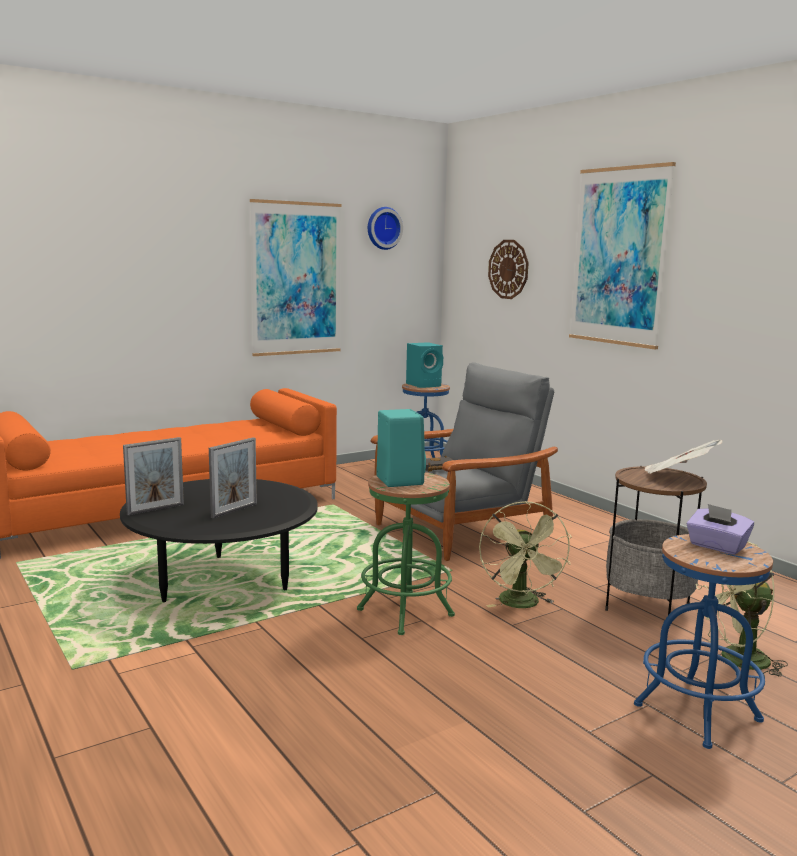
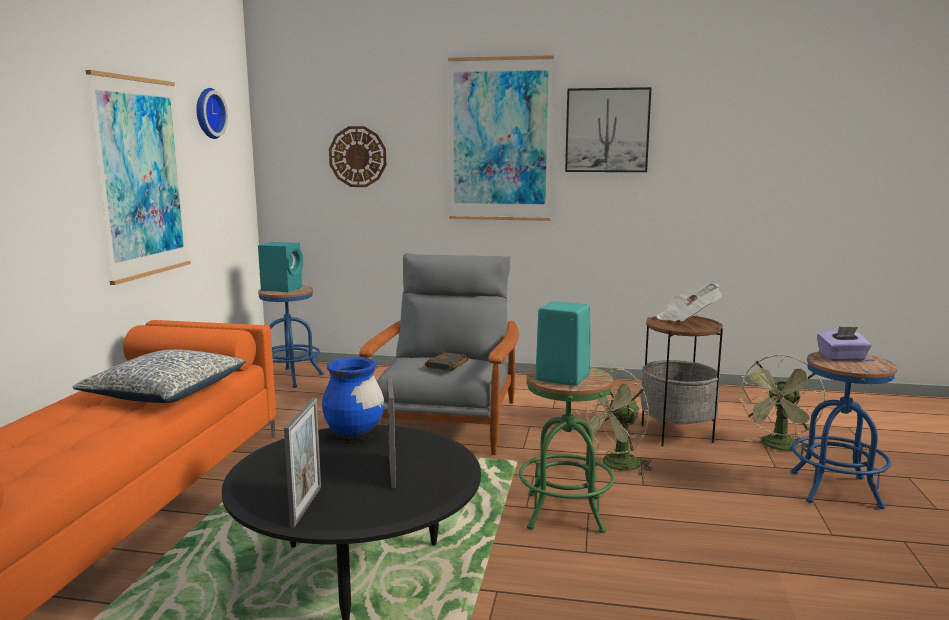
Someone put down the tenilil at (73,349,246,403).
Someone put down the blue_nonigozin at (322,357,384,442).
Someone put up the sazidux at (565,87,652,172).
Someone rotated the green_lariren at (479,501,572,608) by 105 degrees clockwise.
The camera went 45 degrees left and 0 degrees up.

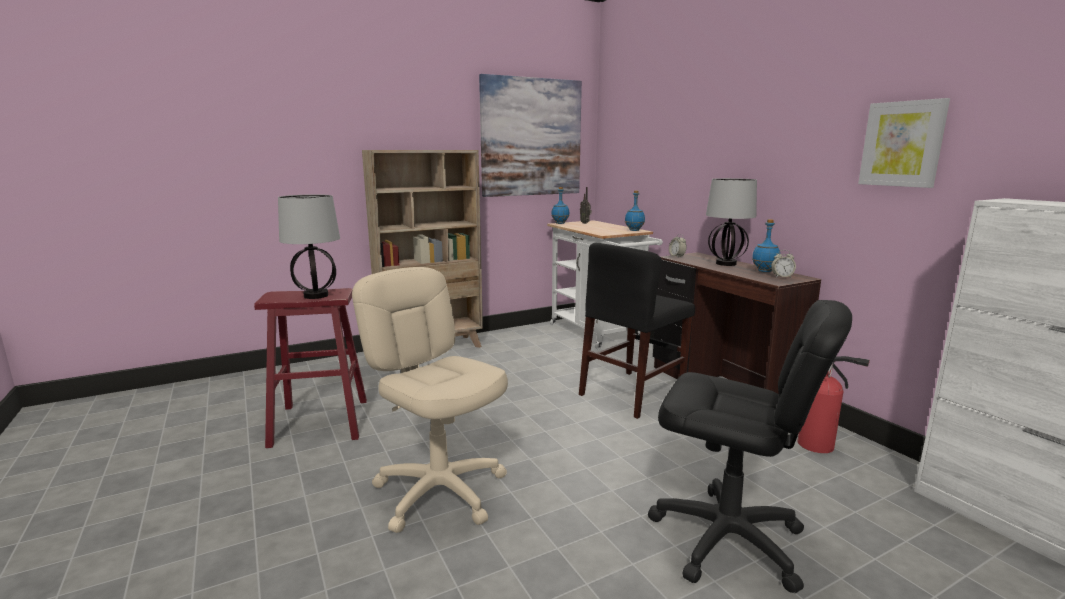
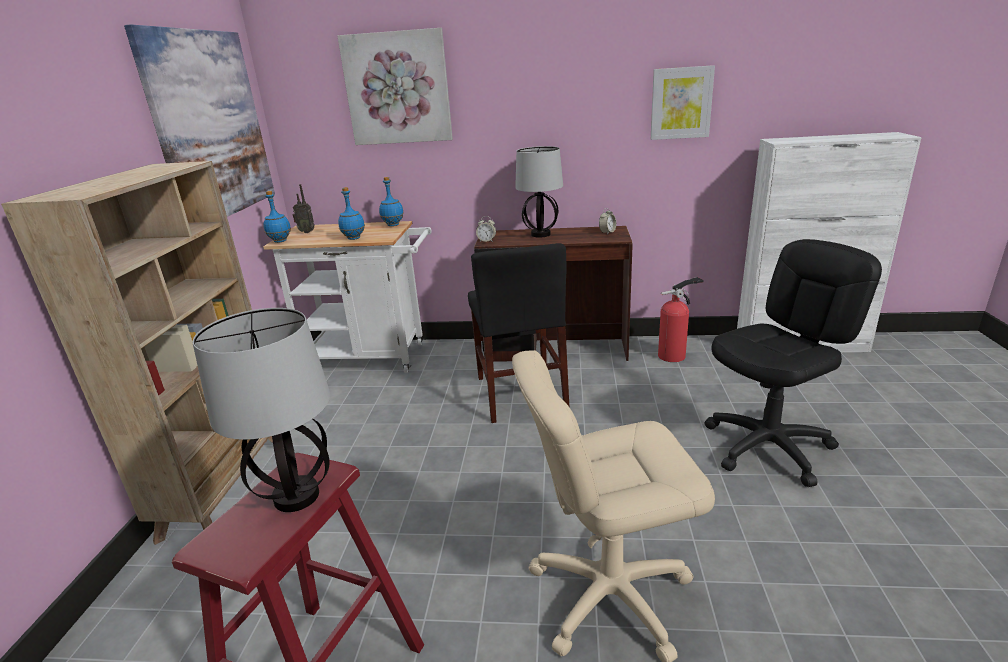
Someone put up the sazidux at (337,28,453,145).
Someone carried the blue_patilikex from (752,219,780,272) to (338,187,365,240).
The camera went 55 degrees left and 10 degrees up.

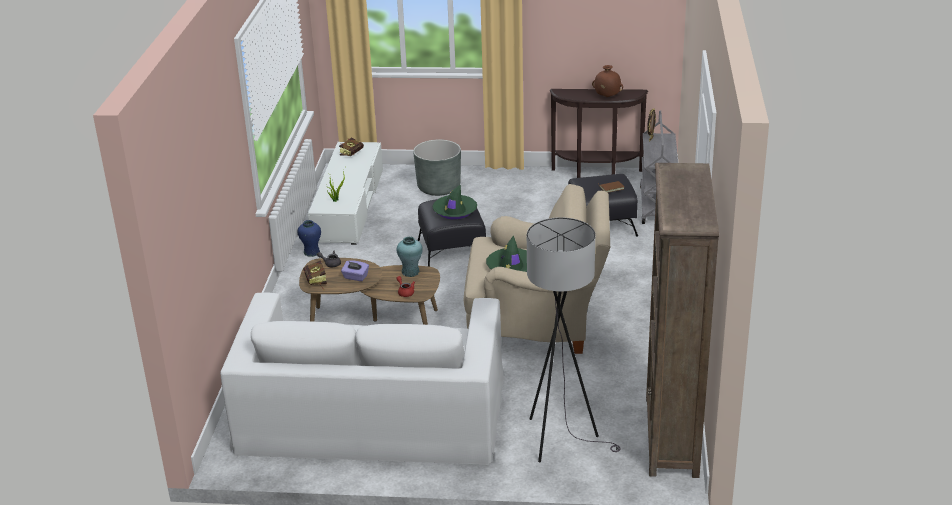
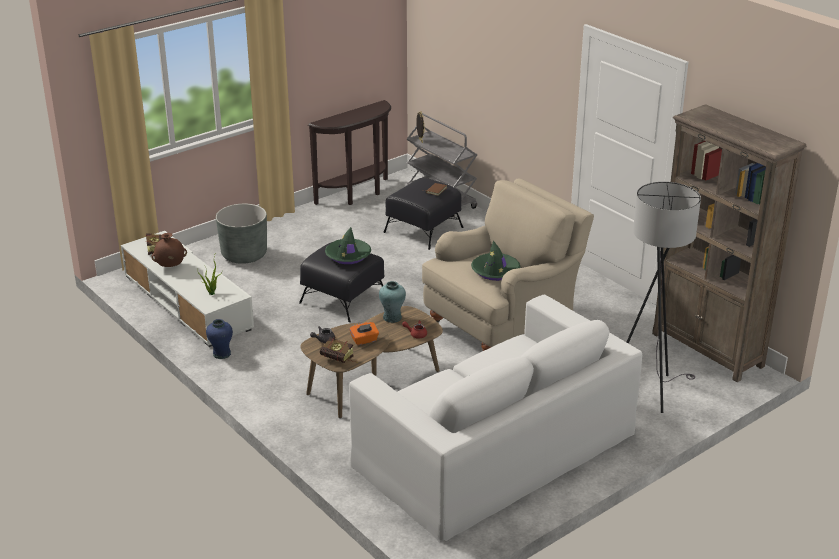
Someone carried the brown_nonigozin from (592,65,623,97) to (152,233,187,267).
Someone repainted the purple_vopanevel at (341,260,369,281), which became the orange_vopanevel at (349,322,379,345).
The camera went 45 degrees left and 0 degrees up.

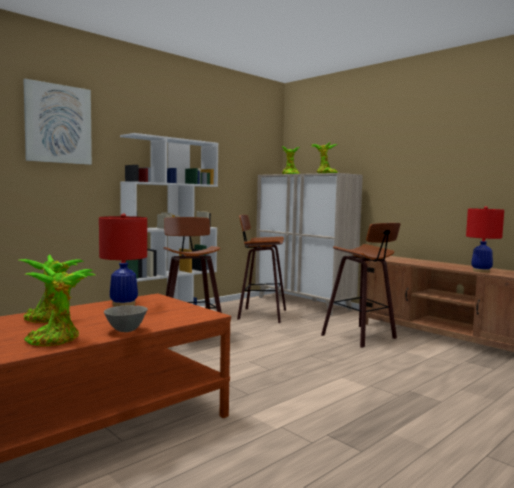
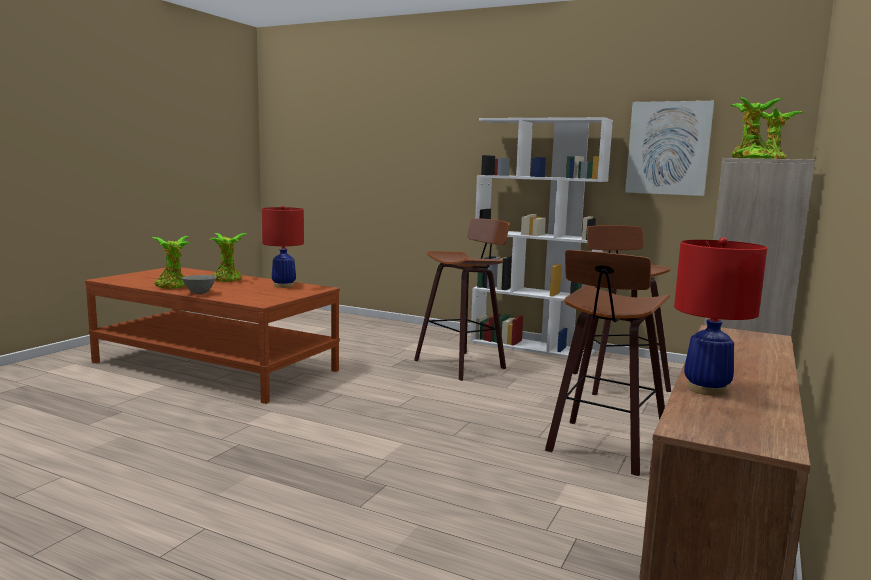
Someone carried the sazidux from (23,79,92,165) to (625,101,714,196).
The camera went 70 degrees right and 5 degrees up.

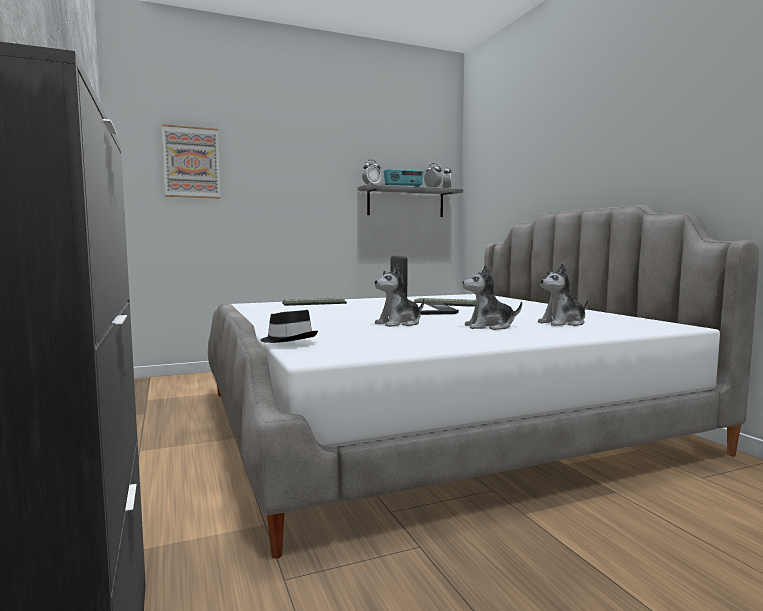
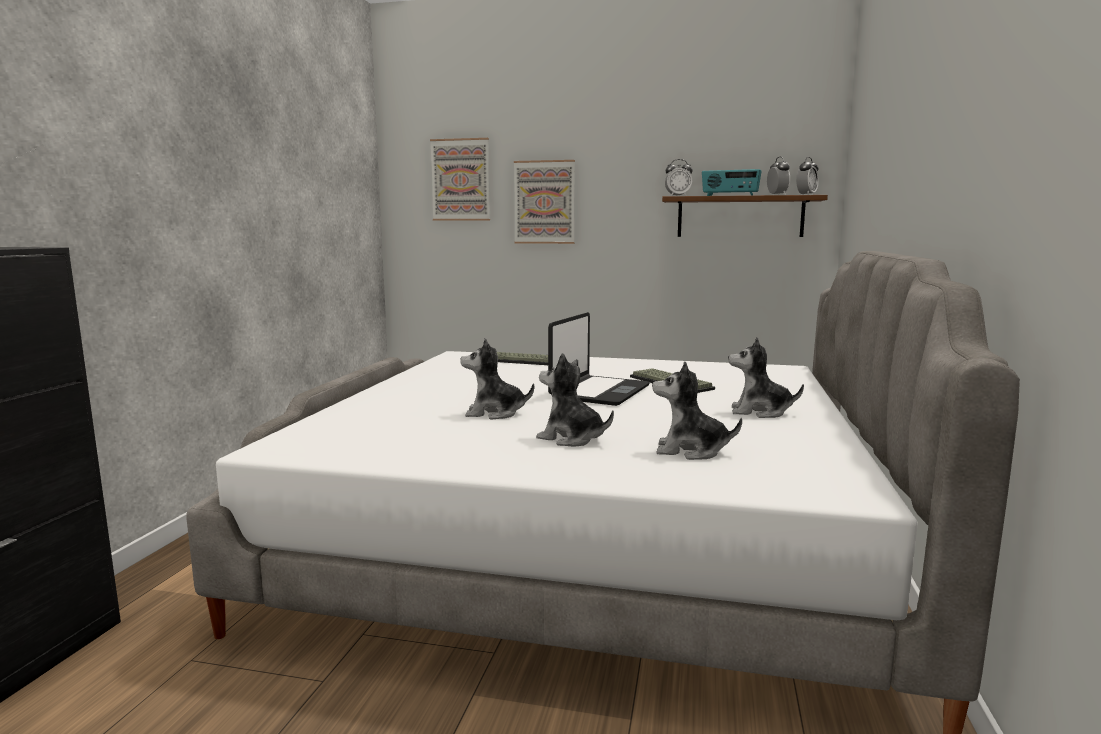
Someone took away the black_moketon at (260,310,318,343).
Someone put up the sazidux at (514,160,575,244).
Someone put down the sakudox at (728,338,804,418).
Someone repainted the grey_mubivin at (358,184,463,217), which became the brown_mubivin at (662,195,828,237).
The camera went 35 degrees right and 5 degrees up.

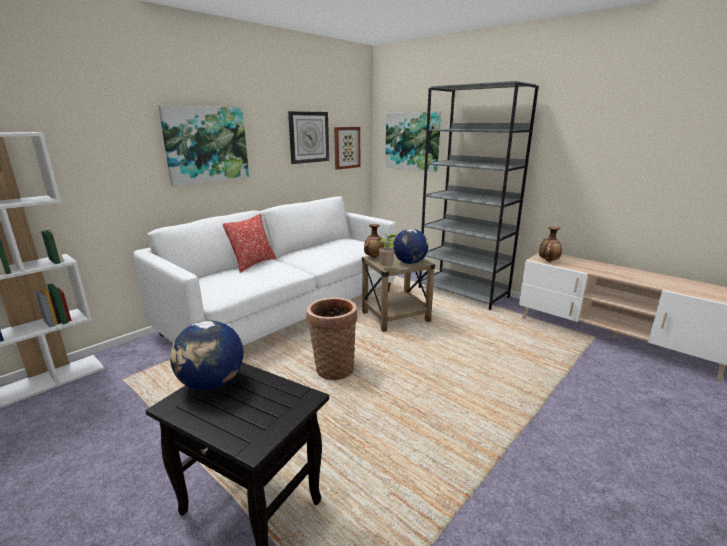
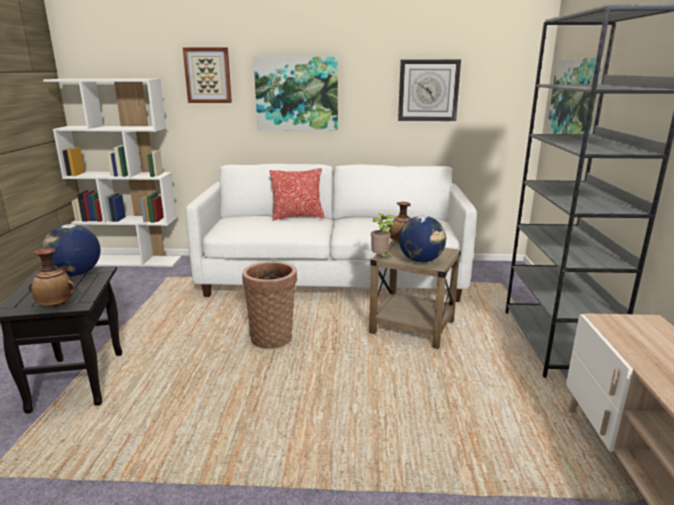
Someone carried the sazidux from (334,127,360,170) to (183,47,232,103).
Someone carried the nonigozin from (539,227,562,262) to (29,248,76,307).
The camera went 50 degrees right and 0 degrees up.

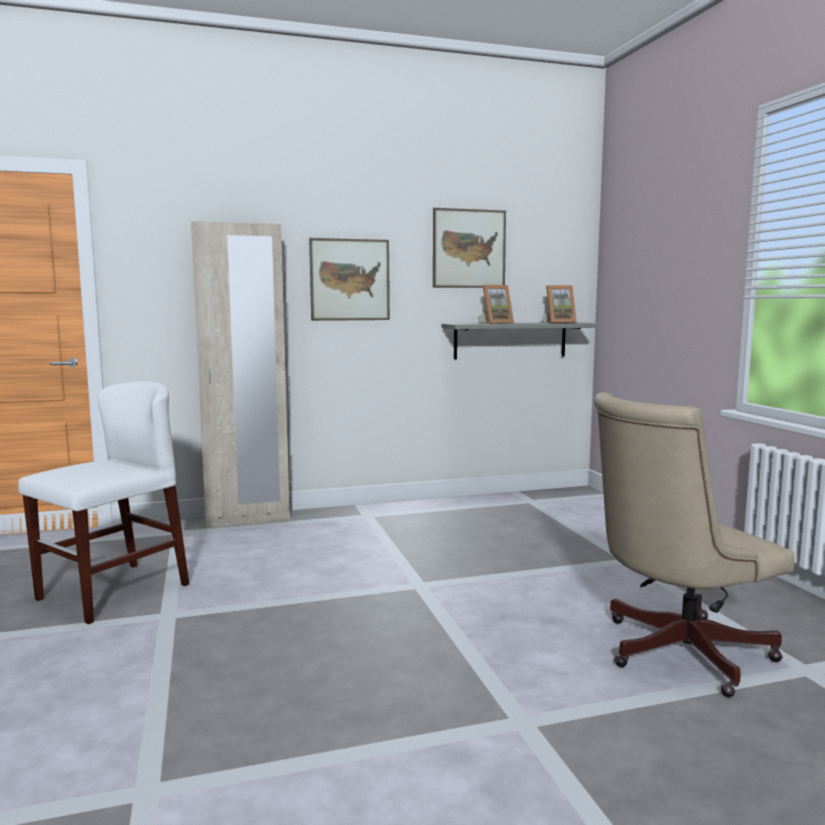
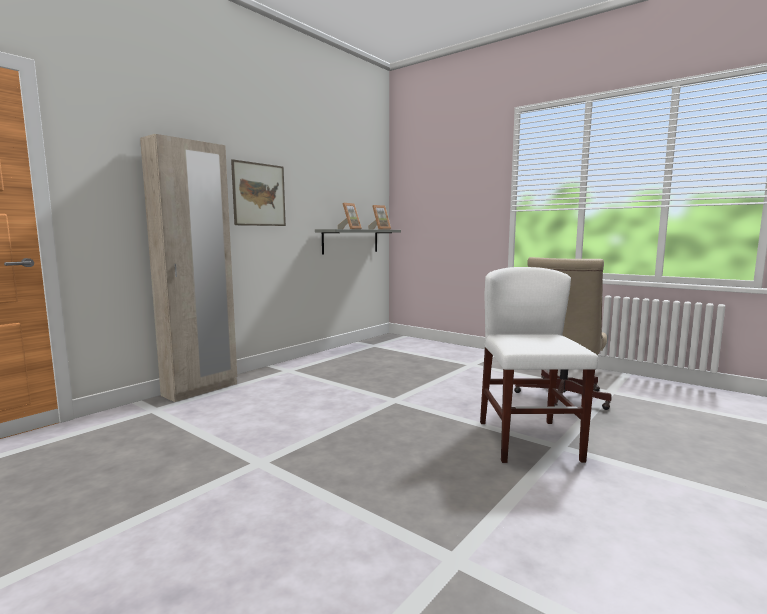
Someone took away the sazidux at (433,208,506,288).
Someone carried the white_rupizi from (18,381,189,624) to (480,267,598,463).
The camera went 35 degrees left and 0 degrees up.

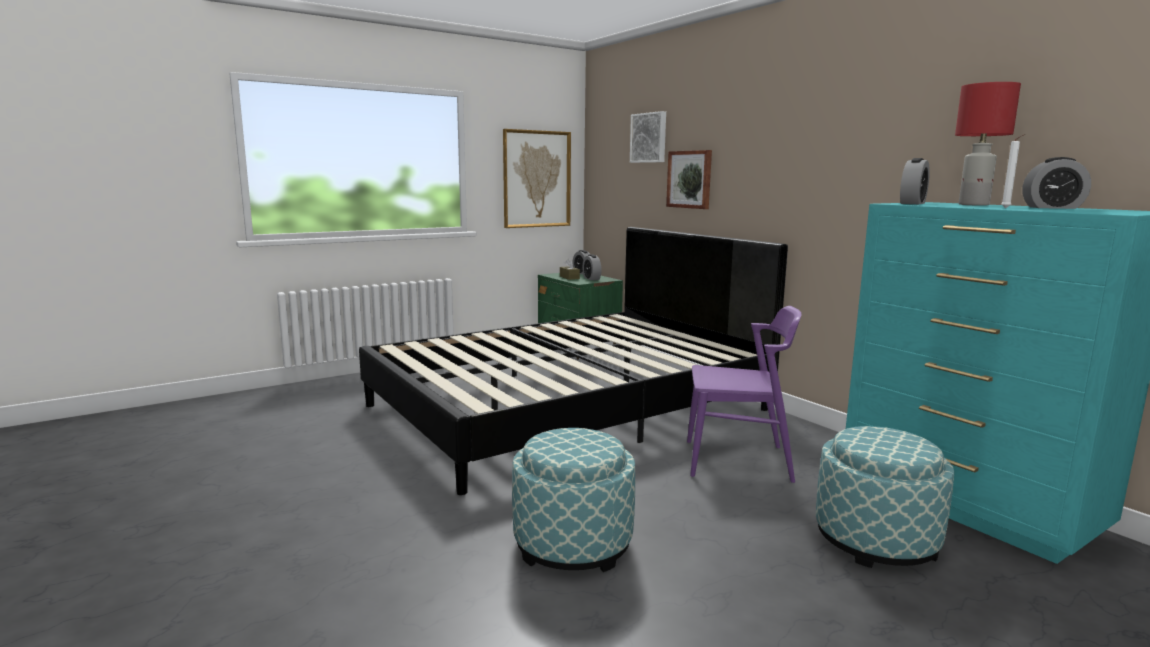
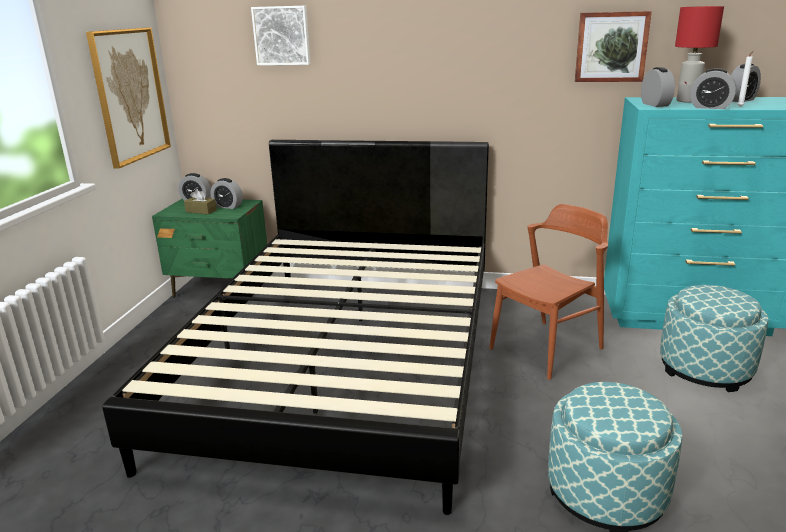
Someone put down the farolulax at (690,68,736,109).
Someone carried the sazidux from (666,150,712,209) to (575,11,652,82).
Someone repainted the purple_rupizi at (687,306,802,483), which became the brown_rupizi at (489,204,608,380).
The camera went 45 degrees left and 10 degrees up.

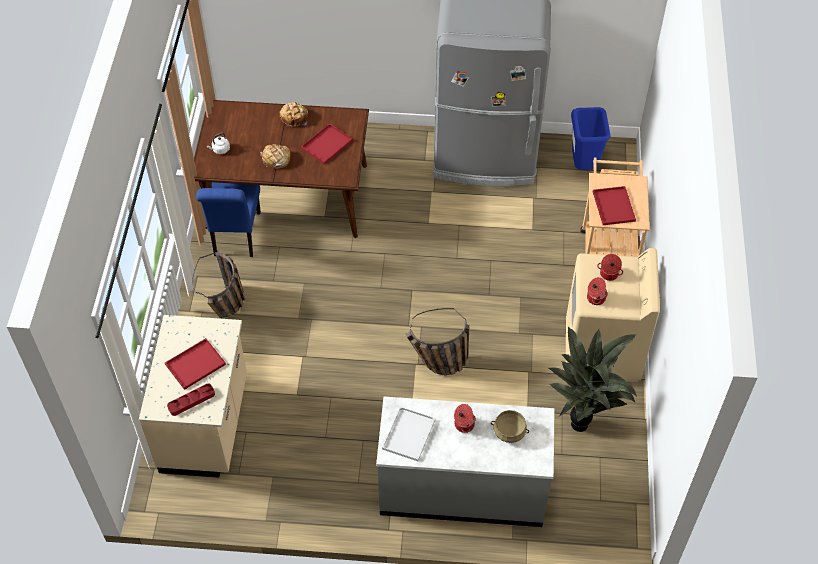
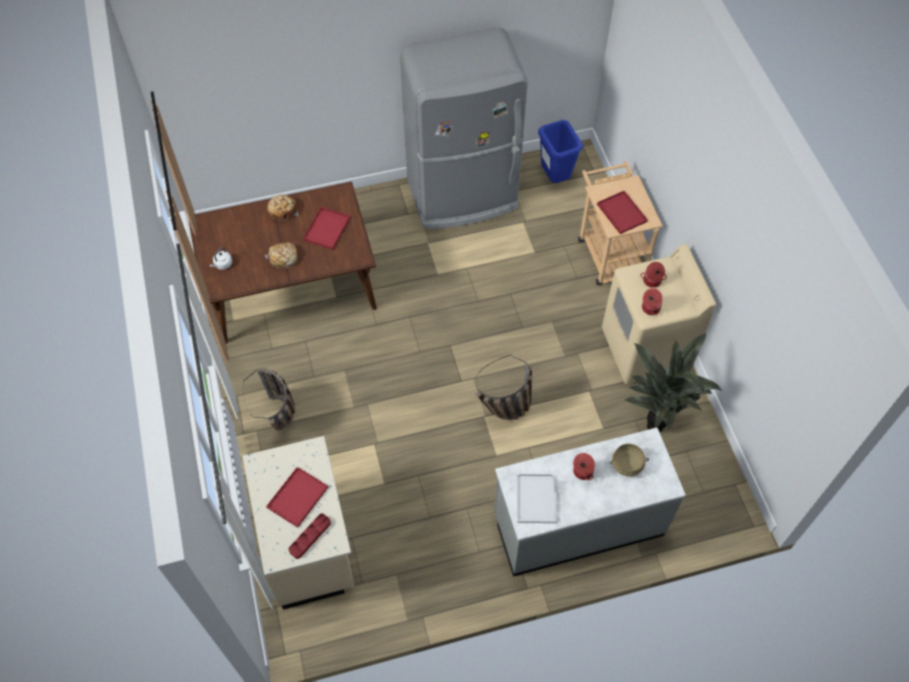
Someone took away the blue_rupizi at (196,182,261,257).
The camera went 20 degrees left and 5 degrees up.

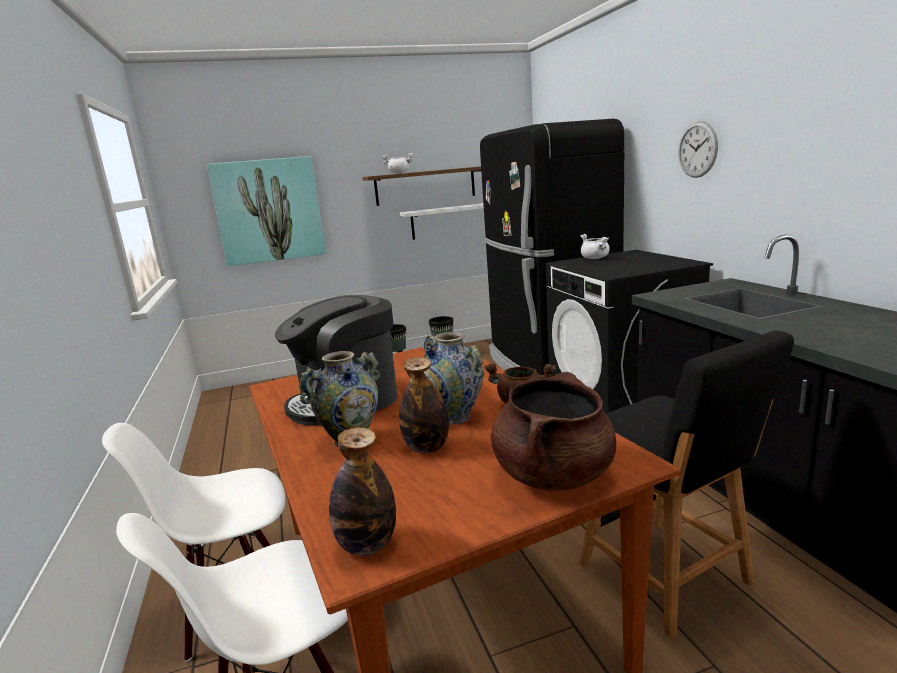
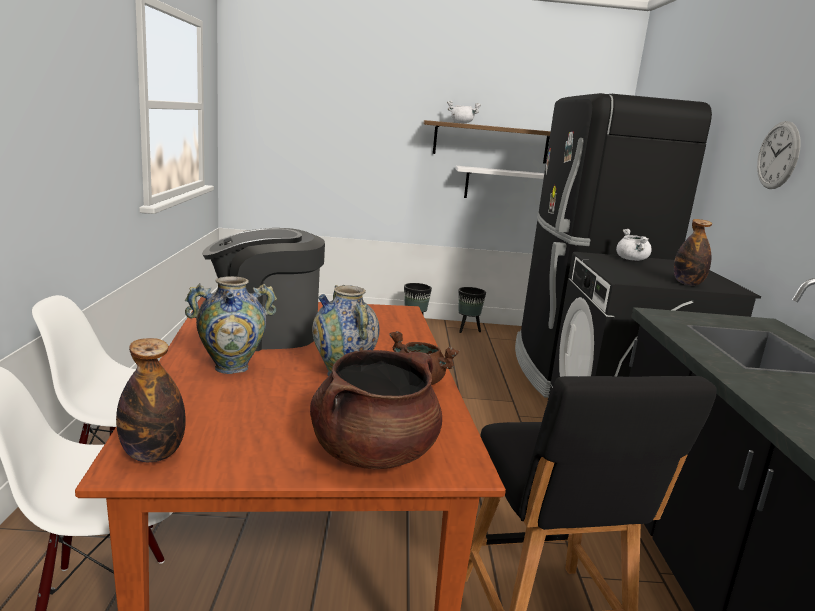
Someone took away the sazidux at (207,156,326,266).
Someone carried the patilikex from (399,357,449,453) to (674,219,712,286).
The camera went 15 degrees right and 0 degrees up.

